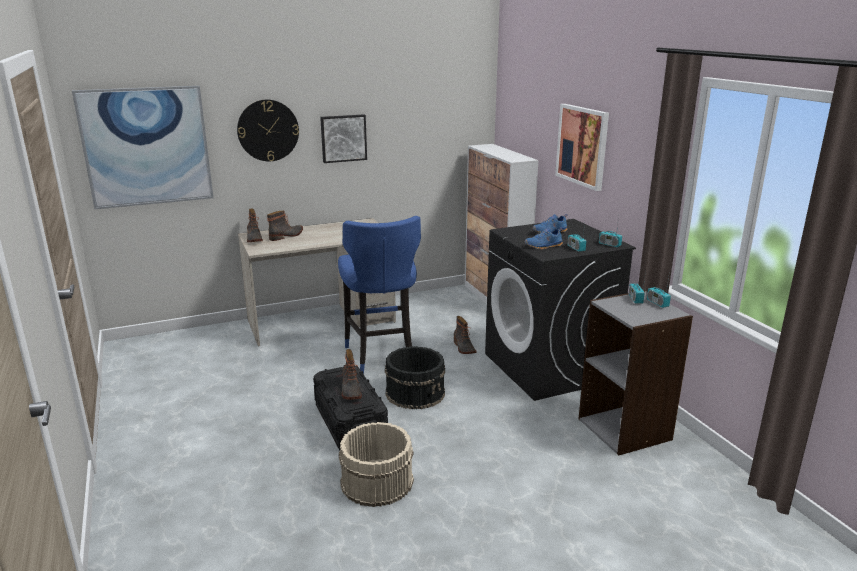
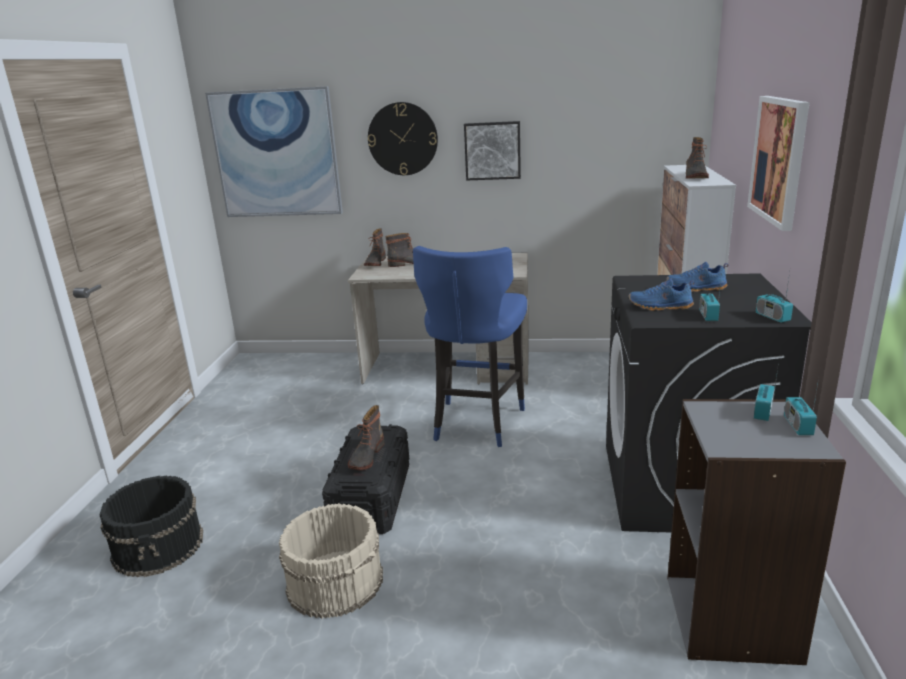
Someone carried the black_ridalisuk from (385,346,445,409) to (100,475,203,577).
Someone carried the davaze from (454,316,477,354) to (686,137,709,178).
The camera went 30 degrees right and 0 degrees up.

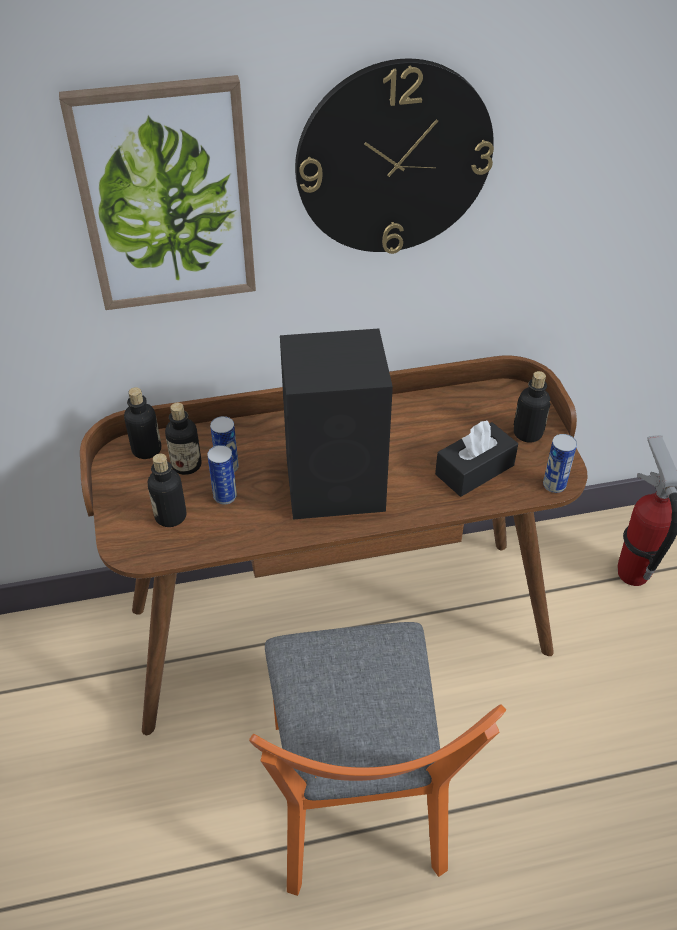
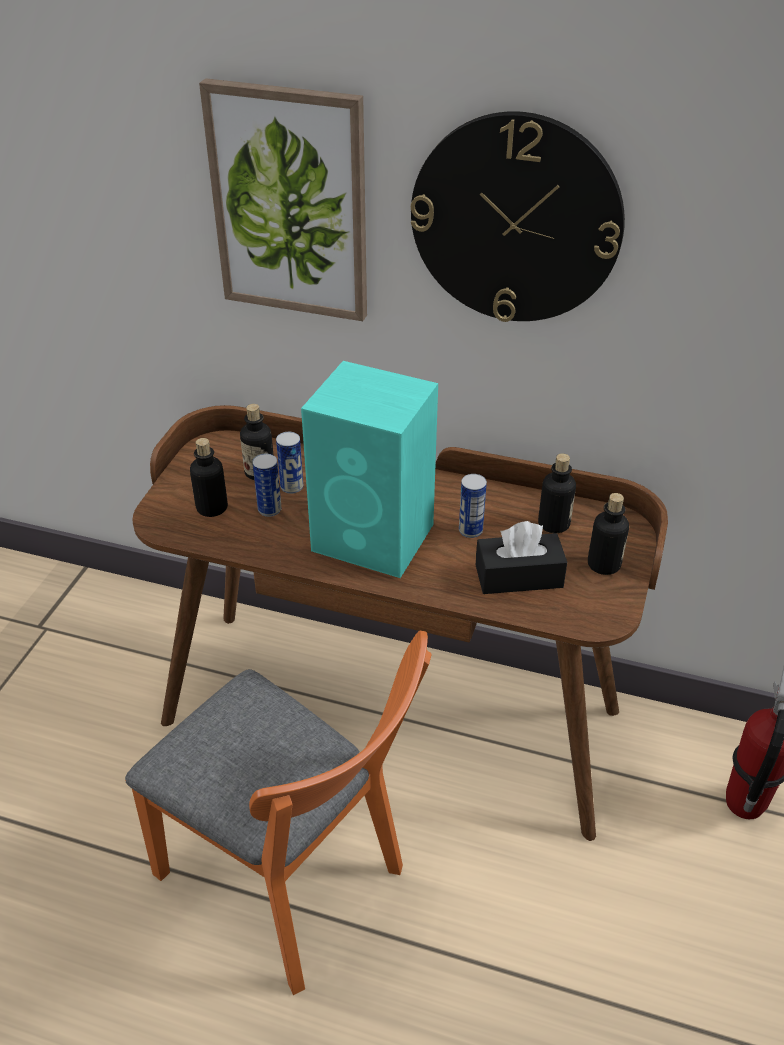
Someone carried the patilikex from (124,387,161,459) to (538,453,576,533).
Someone carried the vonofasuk from (543,434,577,493) to (459,474,487,538).
Someone repainted the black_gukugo at (280,328,393,519), which became the turquoise_gukugo at (301,361,438,578).
Someone rotated the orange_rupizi at (249,622,506,896) by 75 degrees counterclockwise.
The camera went 30 degrees right and 5 degrees down.

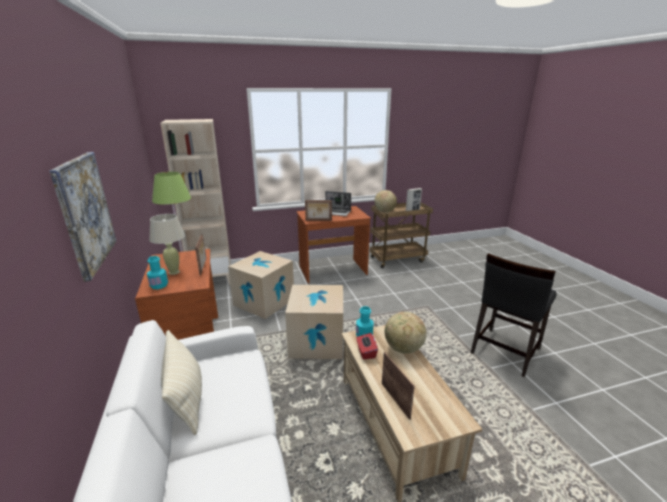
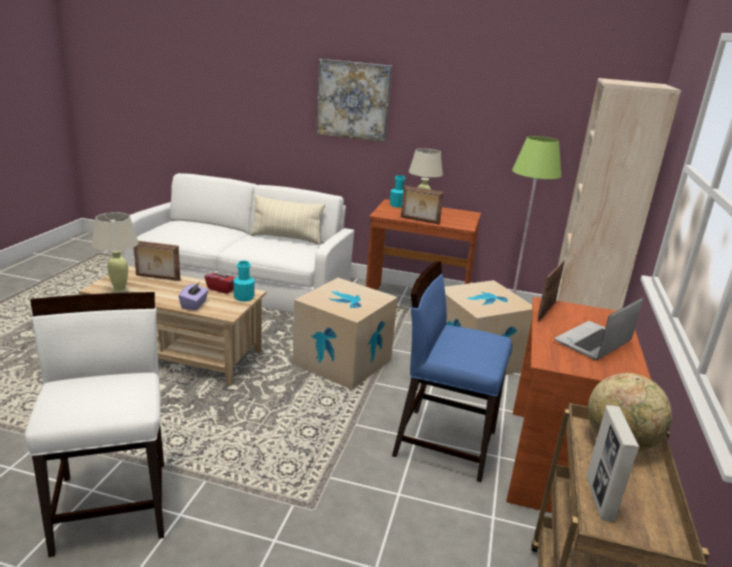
Someone put down the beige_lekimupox at (92,212,139,293).
Someone put down the blue_rupizi at (392,261,512,482).
Someone swapped the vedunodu at (385,312,427,353) for the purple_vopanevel at (179,282,209,310).
Someone repainted the black_rupizi at (471,253,557,377), which became the white_rupizi at (25,292,164,557).
The camera went 120 degrees right and 0 degrees up.

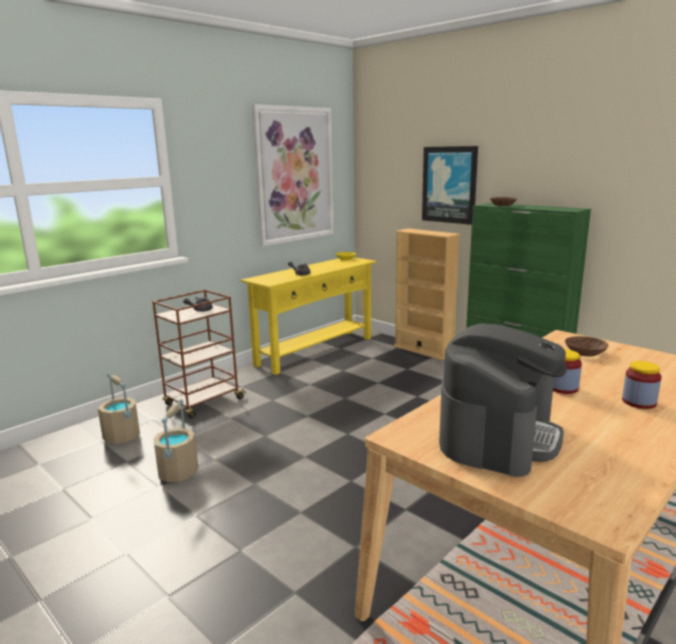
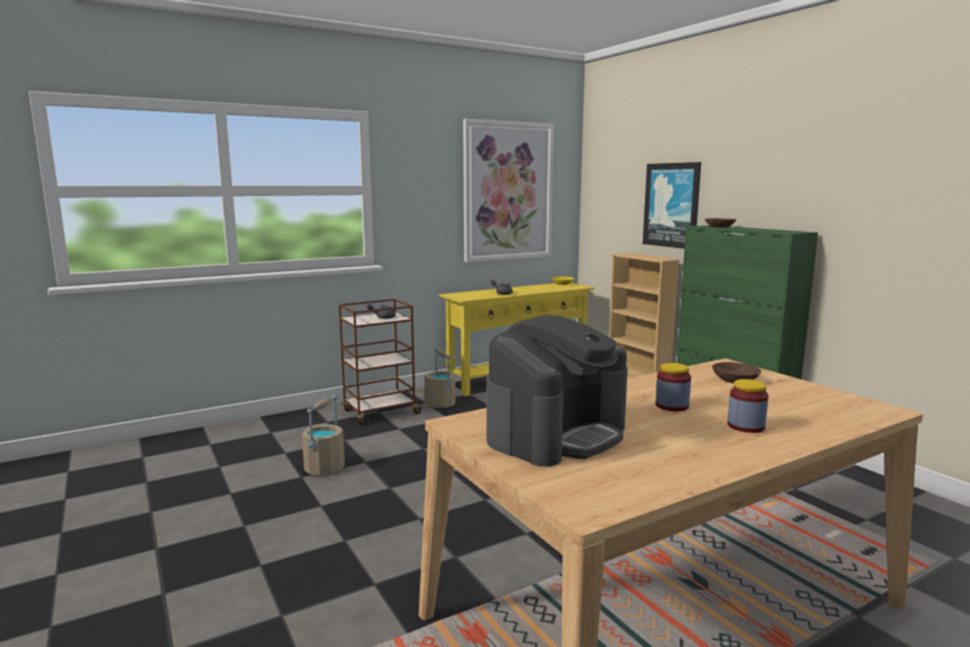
Someone carried the beige_ridalisuk from (98,373,140,444) to (424,348,456,408).
The camera went 15 degrees right and 5 degrees down.

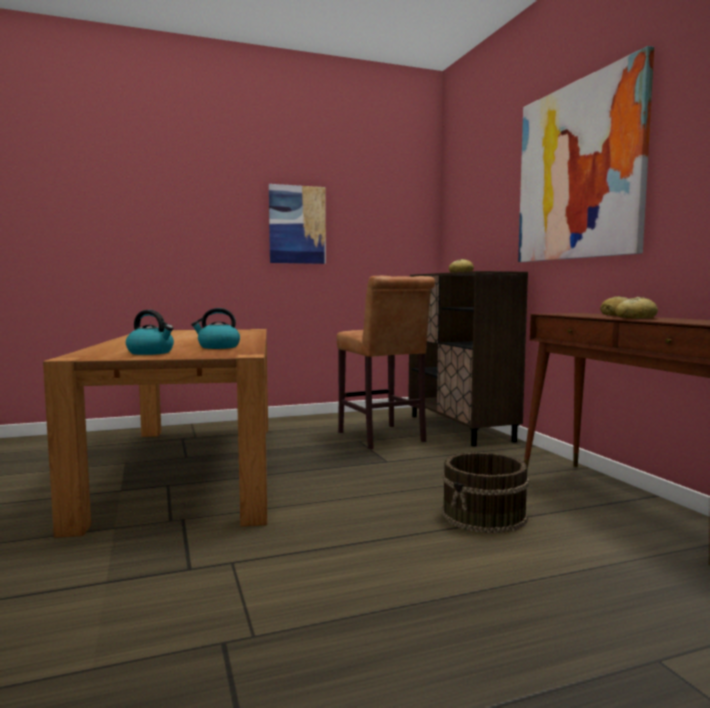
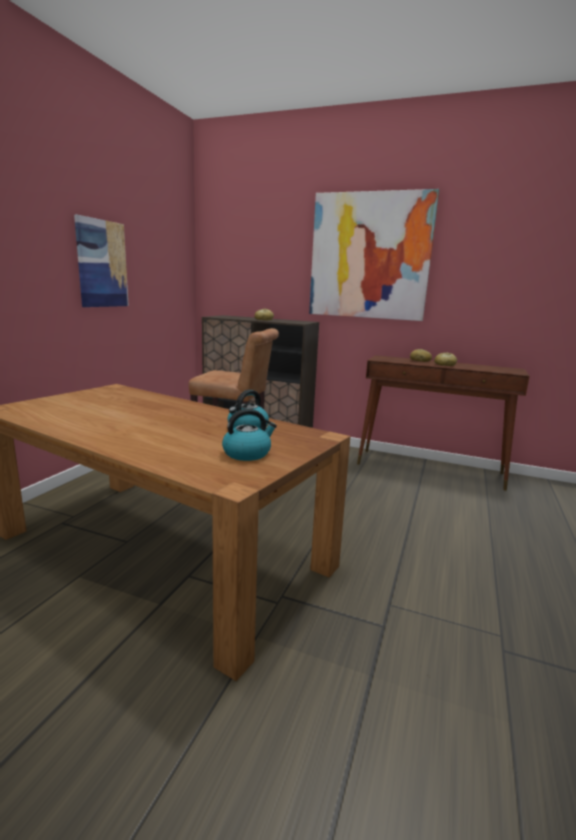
Someone took away the brown_ridalisuk at (442,452,529,533).
The camera went 50 degrees left and 10 degrees up.

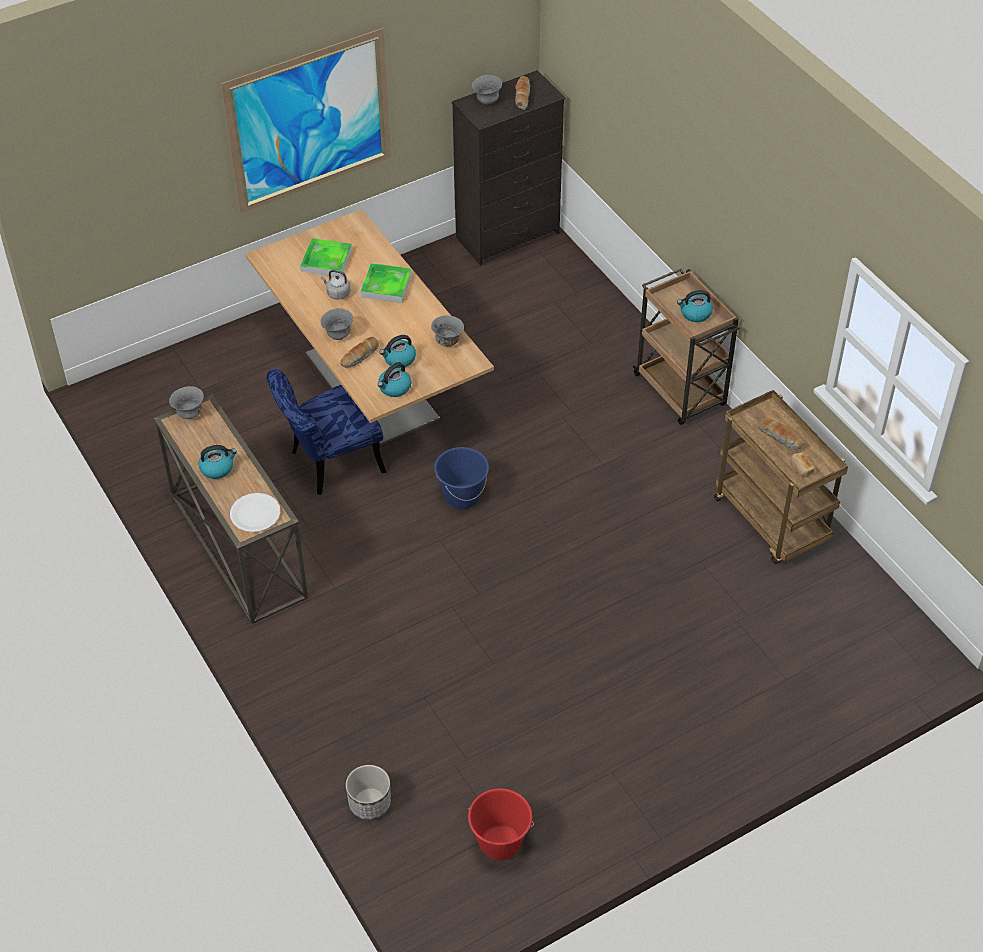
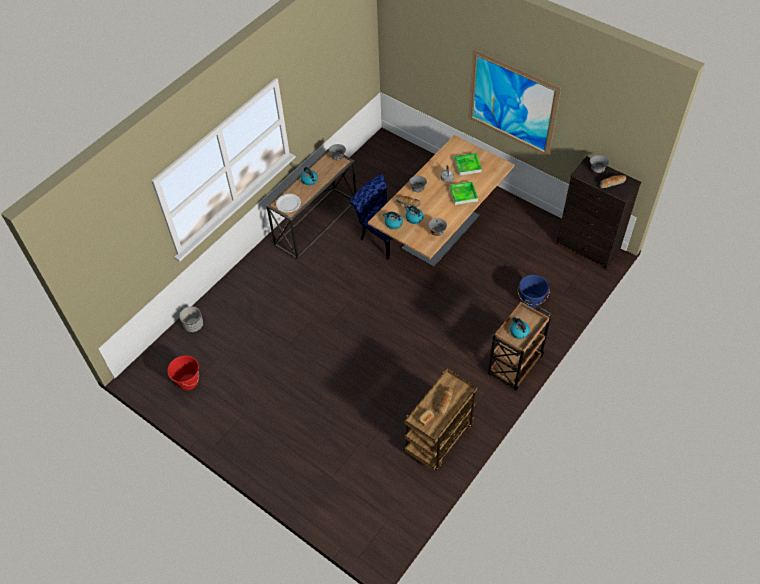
Someone carried the blue_ridalisuk from (434,447,489,509) to (518,275,550,308).
The camera went 70 degrees right and 5 degrees up.

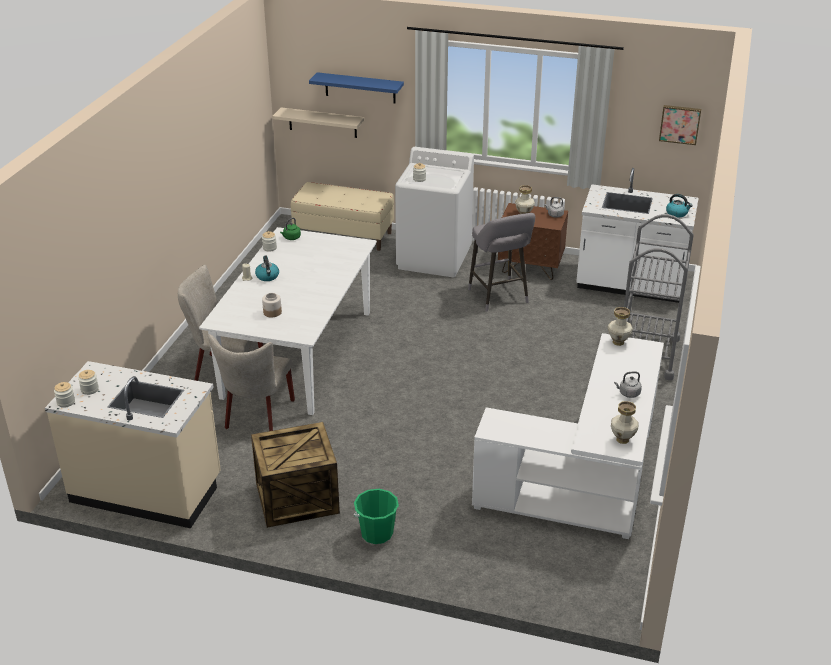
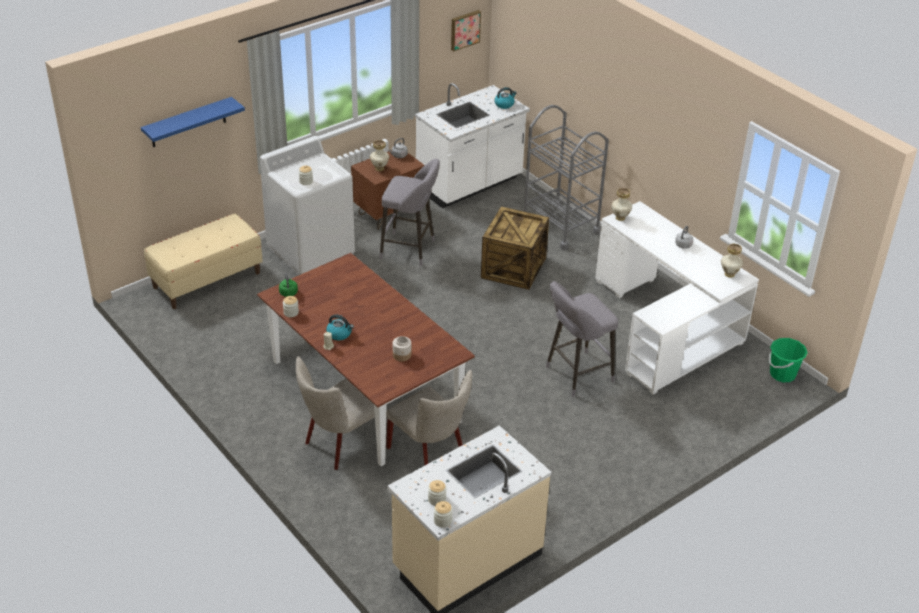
Someone took away the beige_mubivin at (272,107,364,138).
Someone put down the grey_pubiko at (546,281,618,397).
Someone carried the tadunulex from (251,422,340,528) to (481,206,549,290).
Someone carried the green_ridalisuk from (354,489,399,544) to (769,338,808,382).
Someone repainted the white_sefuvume at (199,227,377,415), which became the brown_sefuvume at (257,253,475,466).
The camera went 55 degrees left and 5 degrees up.

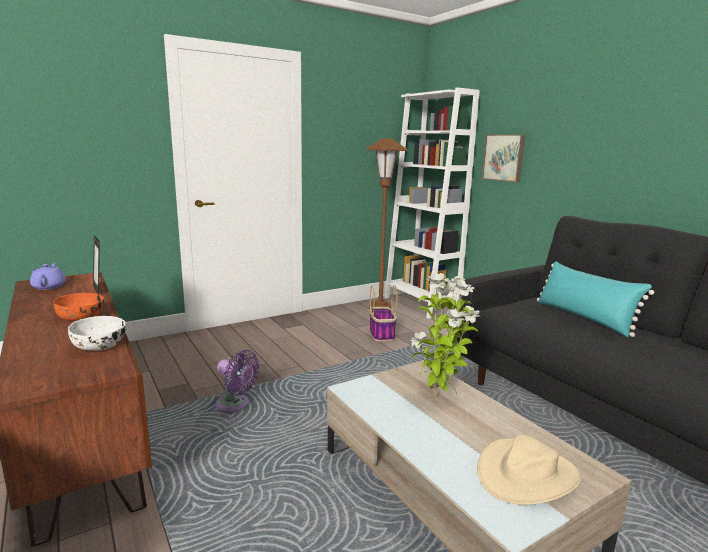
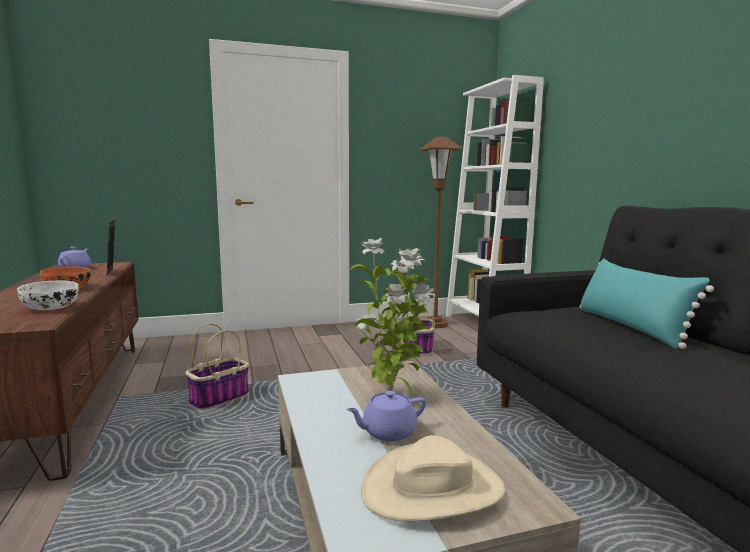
Someone took away the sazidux at (482,134,525,182).
Someone put down the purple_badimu at (346,391,426,441).
Someone swapped the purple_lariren at (215,350,259,412) for the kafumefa at (185,323,249,410).
The camera went 15 degrees right and 5 degrees down.

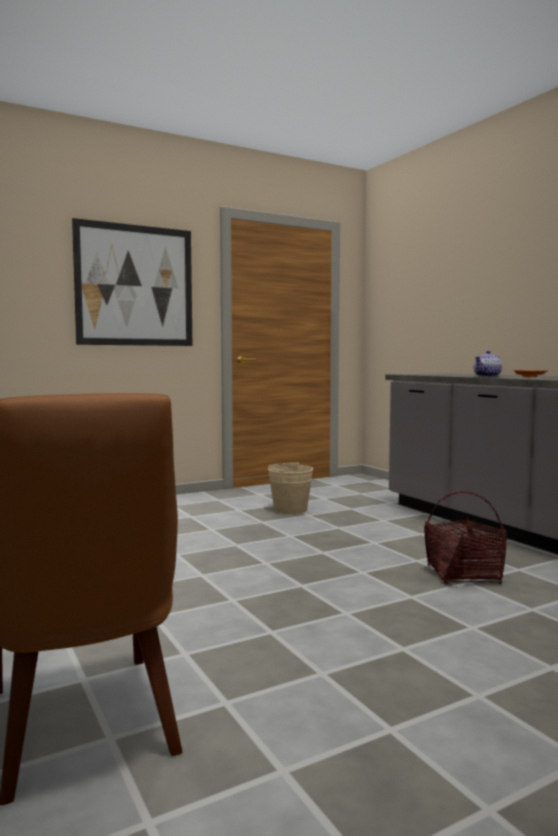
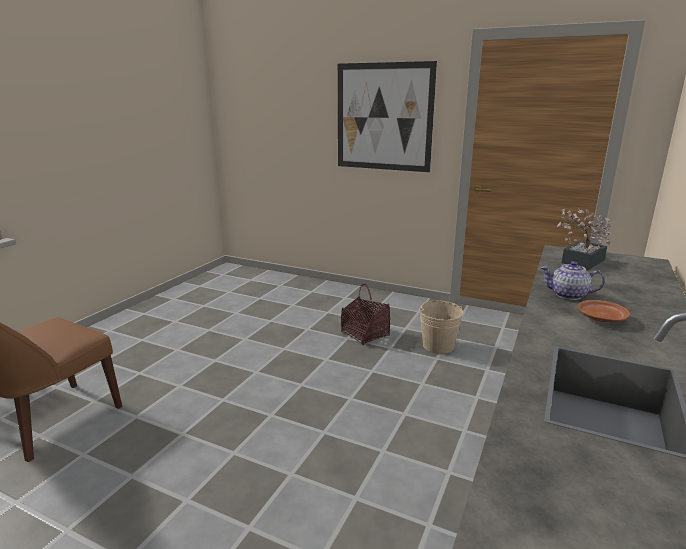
Someone put down the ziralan at (557,209,612,270).
Someone carried the kafumefa from (424,491,507,584) to (341,284,390,345).
The camera went 55 degrees right and 15 degrees up.

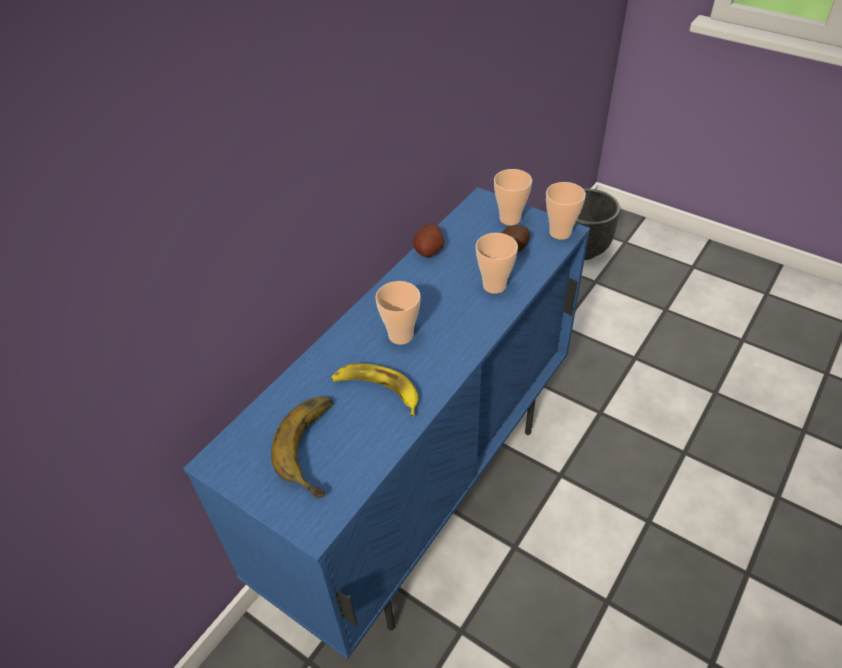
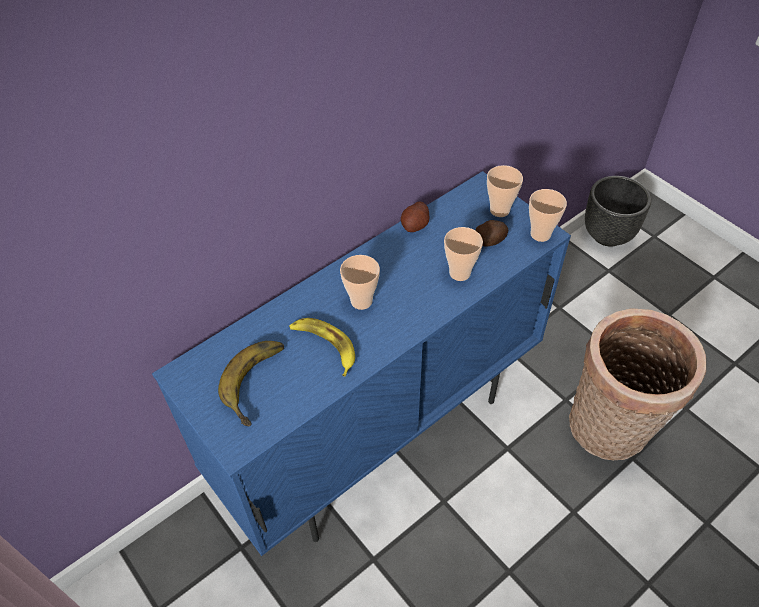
Someone put down the kafumefa at (569,308,706,461).
The camera went 15 degrees right and 5 degrees up.

